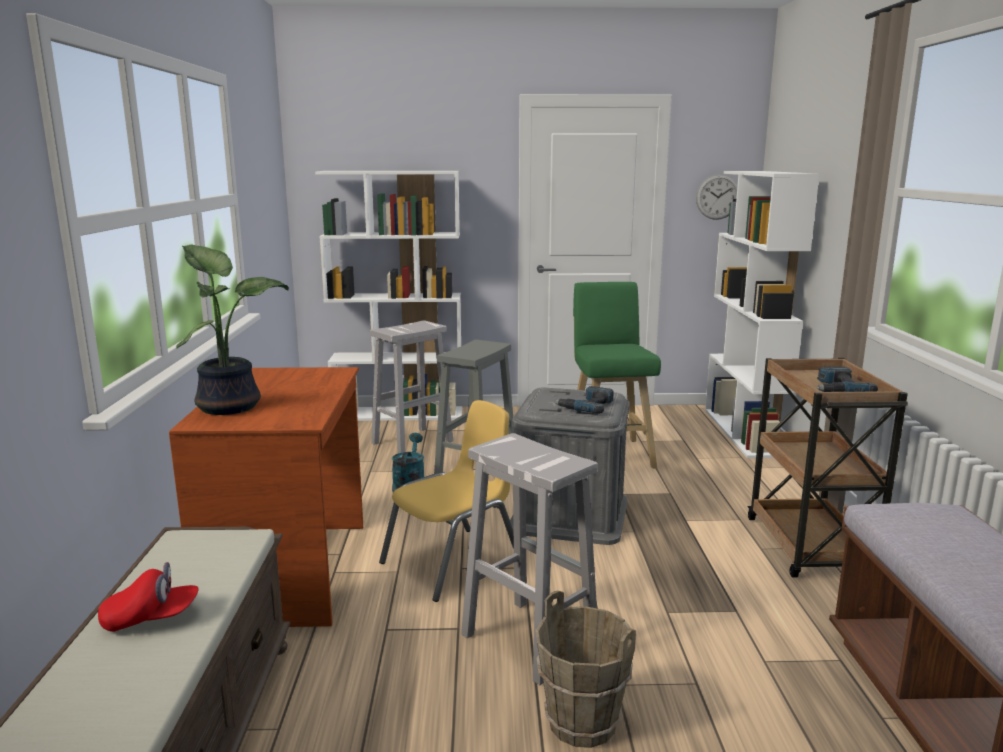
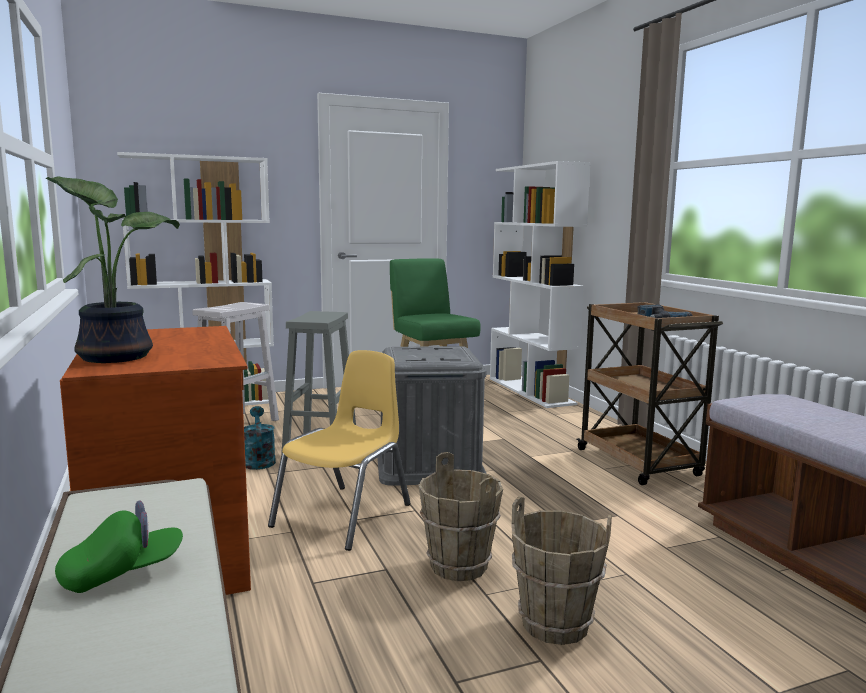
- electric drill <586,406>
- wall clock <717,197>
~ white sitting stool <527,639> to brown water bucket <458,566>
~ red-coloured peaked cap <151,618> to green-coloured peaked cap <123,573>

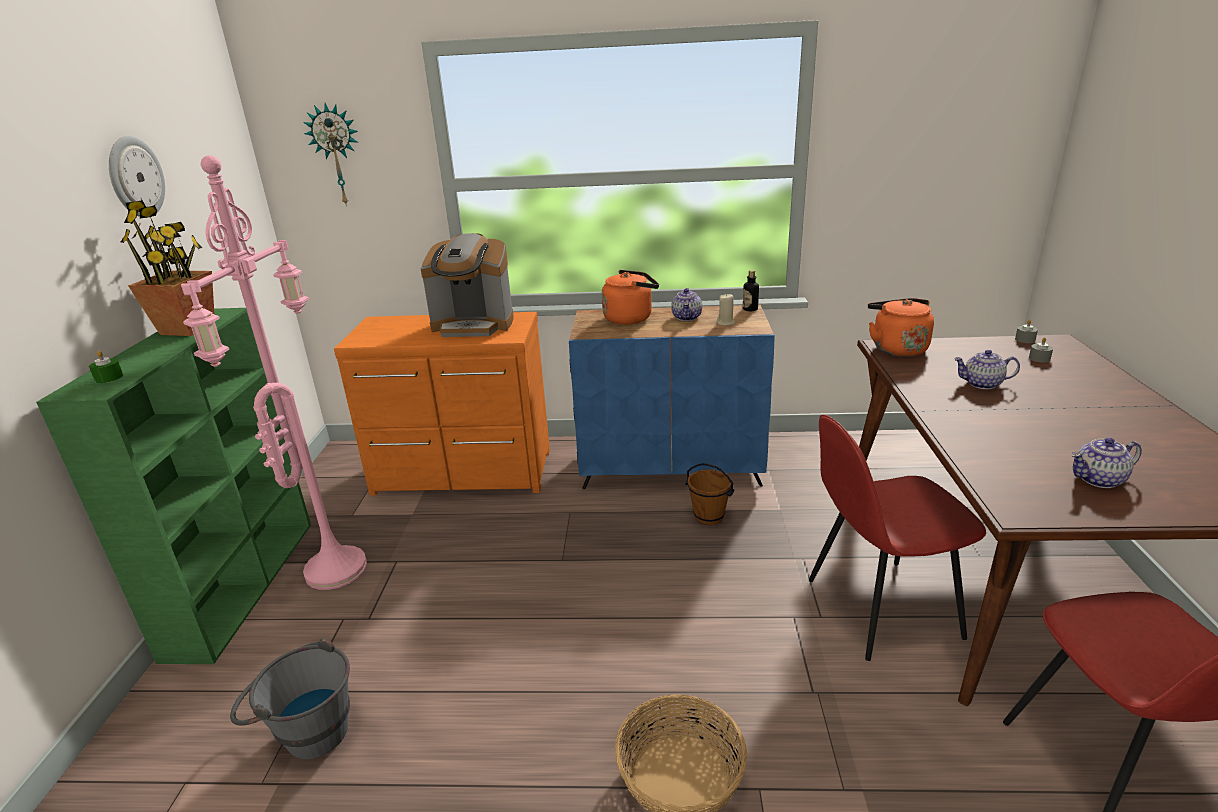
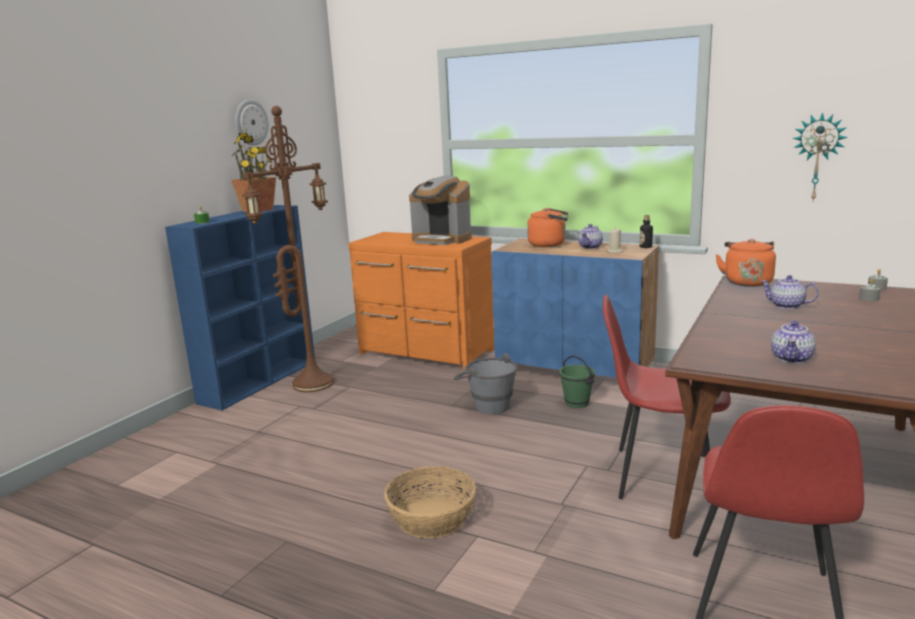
~ grey water bucket <306,730> to <486,405>
~ wall clock <337,155> to <817,157>
~ green-coloured bookshelf <243,584> to blue-coloured bookshelf <260,381>
~ pink standard lamp <333,567> to brown standard lamp <312,383>
~ brown water bucket <708,517> to green-coloured water bucket <576,403>
~ tea pot <1098,480> = <792,358> 75 degrees counterclockwise

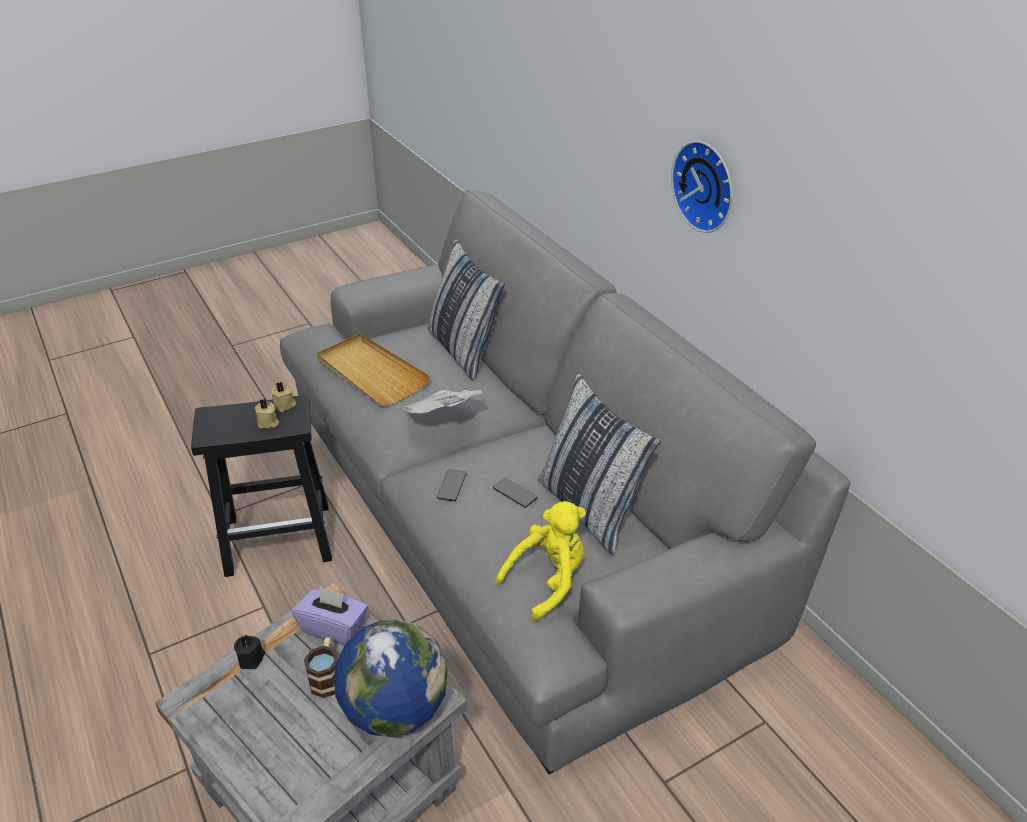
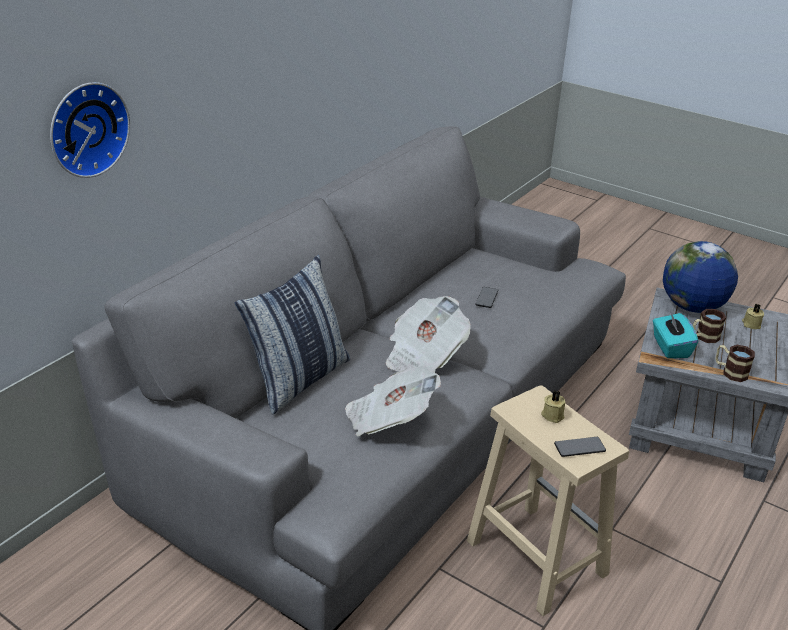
- yellow-coloured cuddly toy <548,580>
- cushion <589,508>
~ beige wax light <284,405> to <751,324>
~ telephone <452,486> to <579,447>
~ wall clock <706,185> to <86,128>
~ black wax light <252,658> to mug <730,372>
~ beige serving tray <371,373> to daily paper <389,419>
~ black sitting stool <280,538> to beige sitting stool <534,556>
~ purple-coloured box of tissues <334,627> to blue-green box of tissues <670,347>

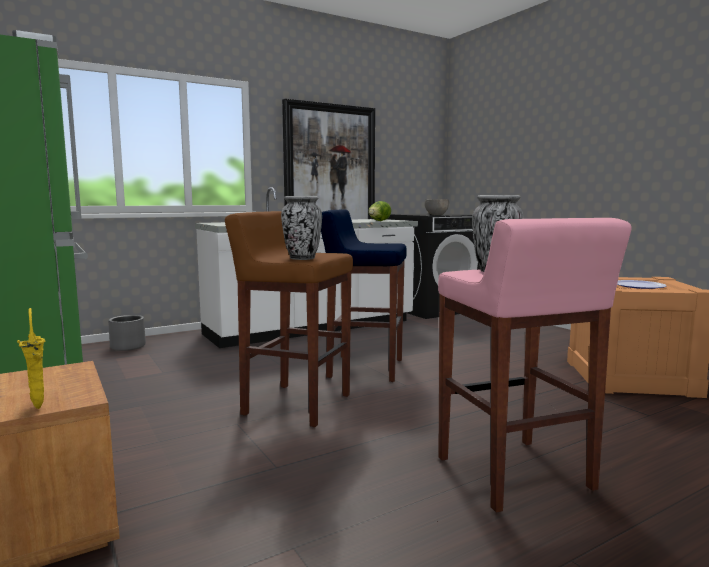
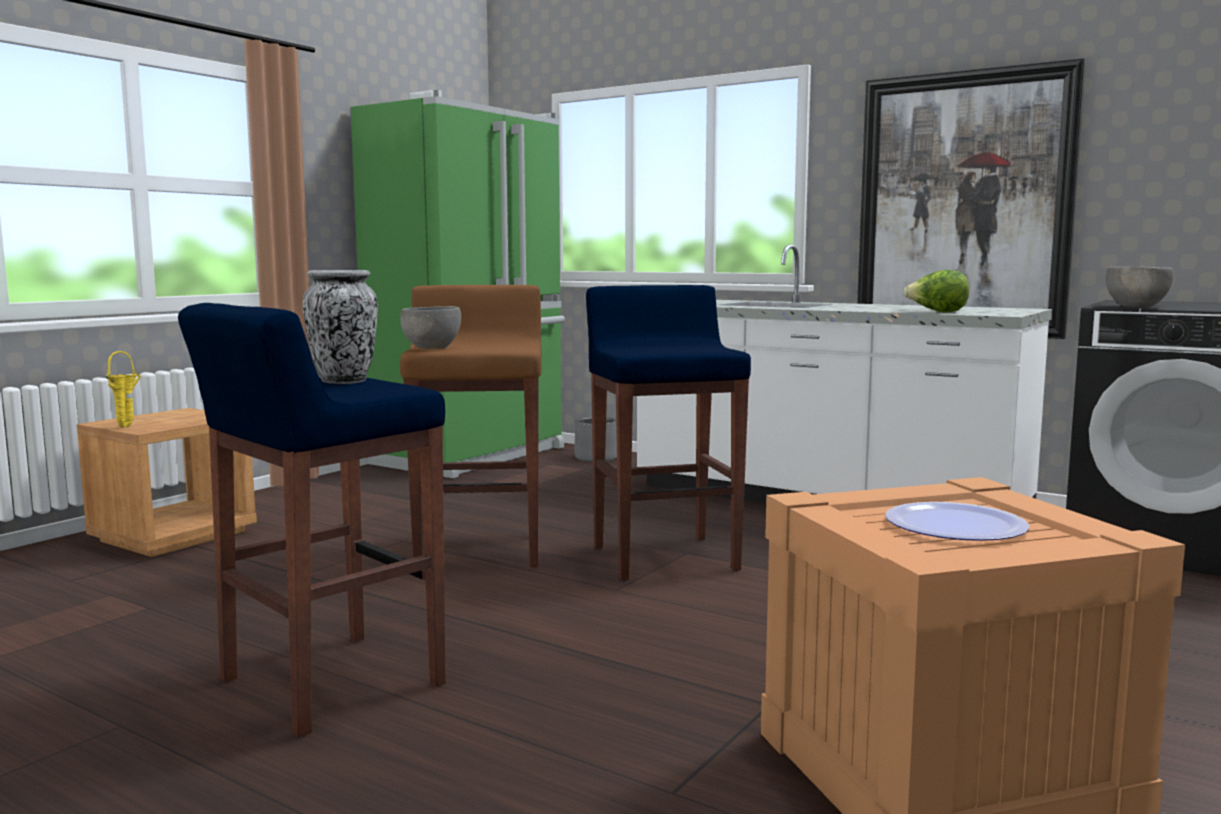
~ decorative vase <302,258> to grey serving bowl <431,348>
~ pink sitting stool <514,474> to blue-coloured sitting stool <328,683>

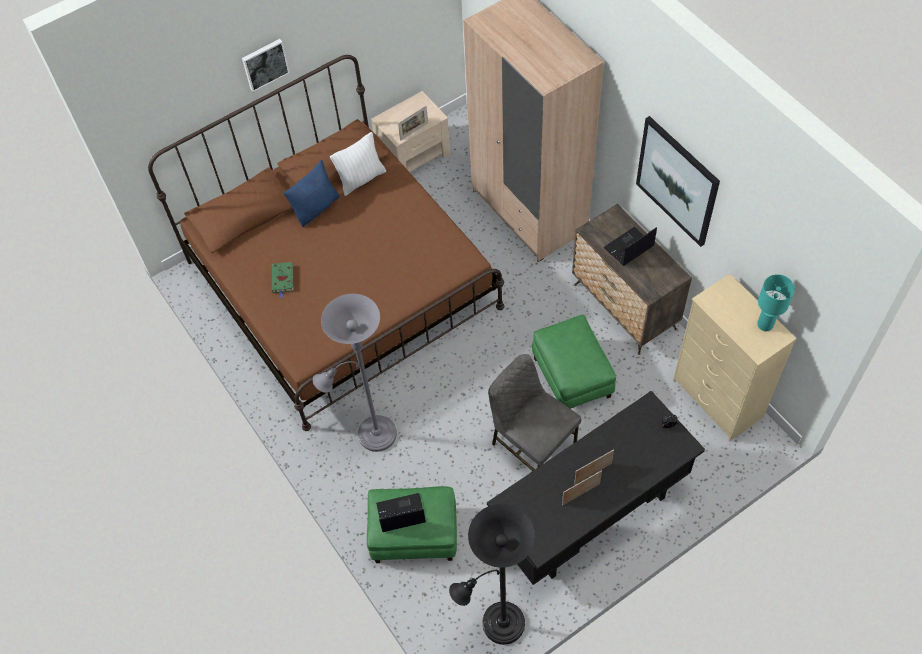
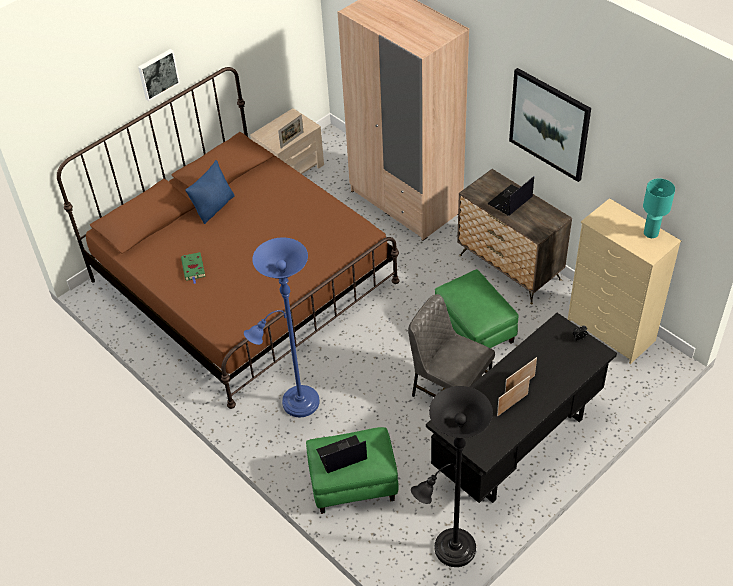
- white cushion <361,179>
~ grey standard lamp <372,436> to blue-coloured standard lamp <296,404>

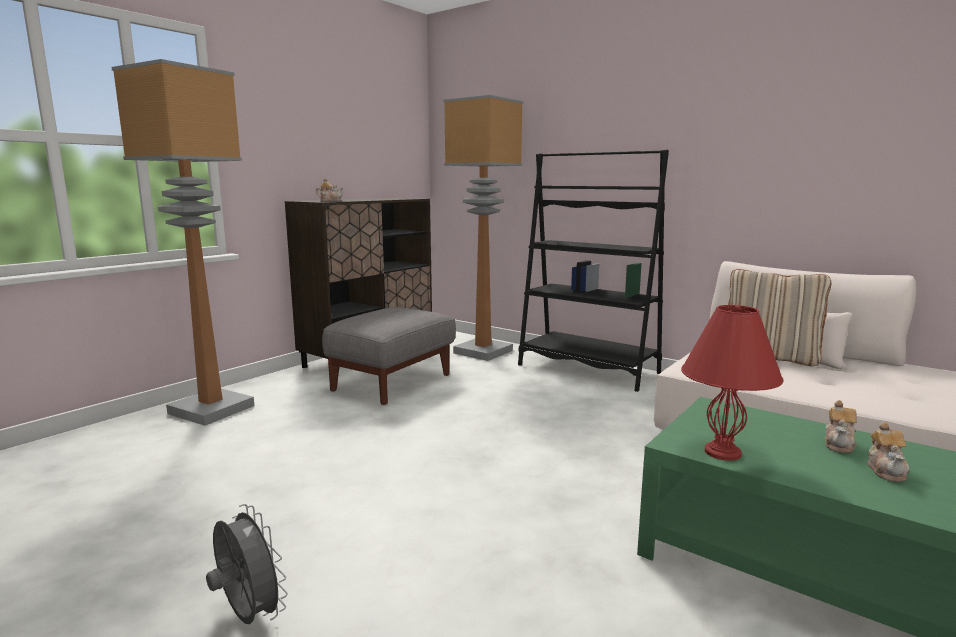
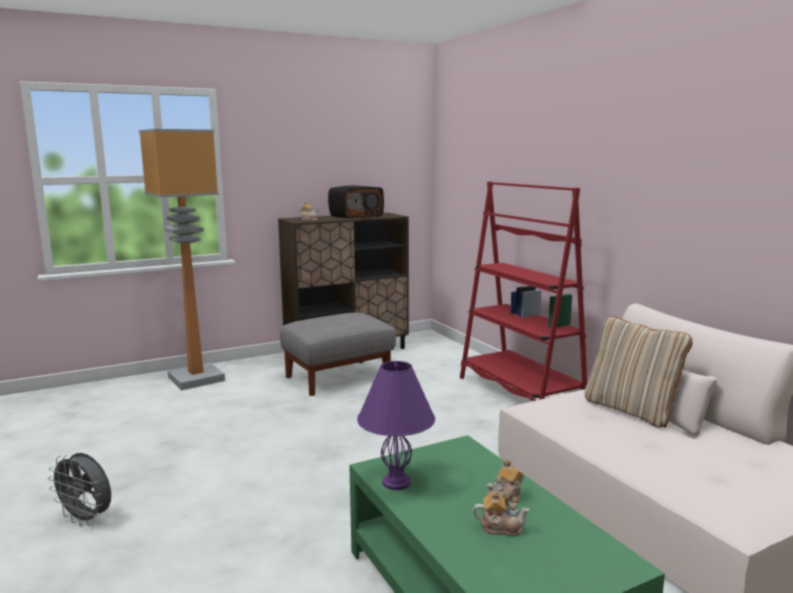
- standard lamp <481,352>
+ radio <356,216>
~ black bookshelf <588,369> to red-coloured bookshelf <520,392>
~ red-coloured tabletop lamp <722,452> to purple-coloured tabletop lamp <397,482>
~ grey cooling fan <248,616> = <87,519> 135 degrees clockwise
~ tea pot <886,470> = <500,527> 120 degrees counterclockwise

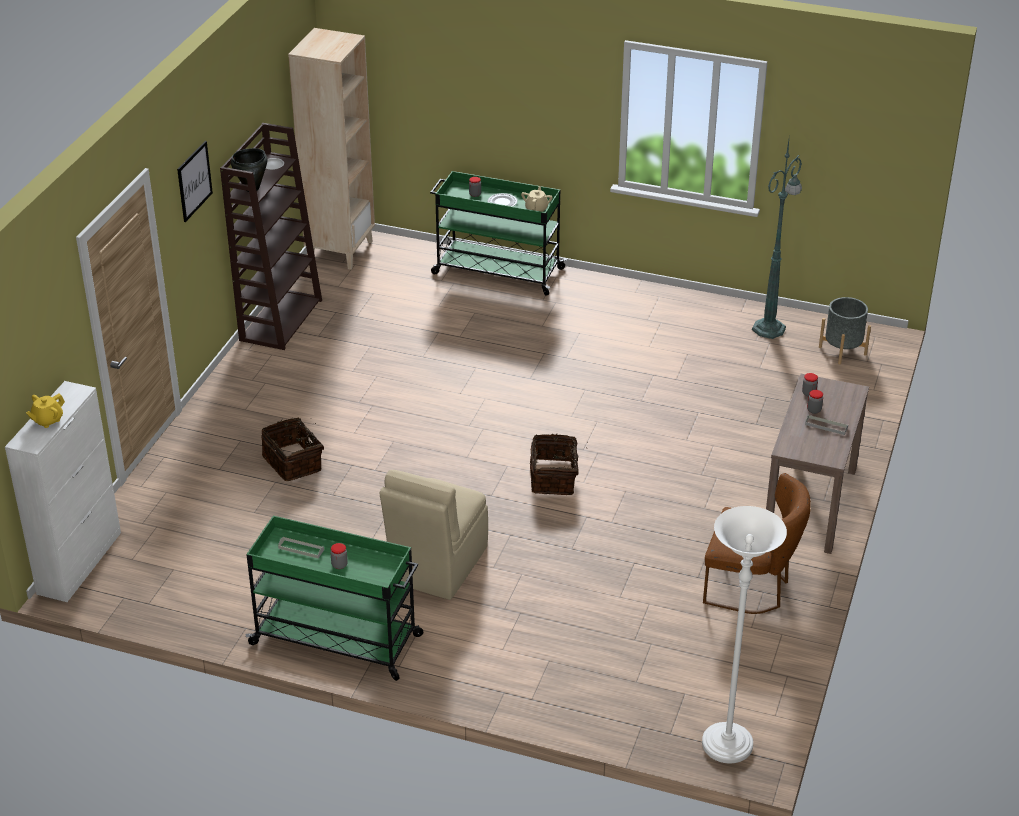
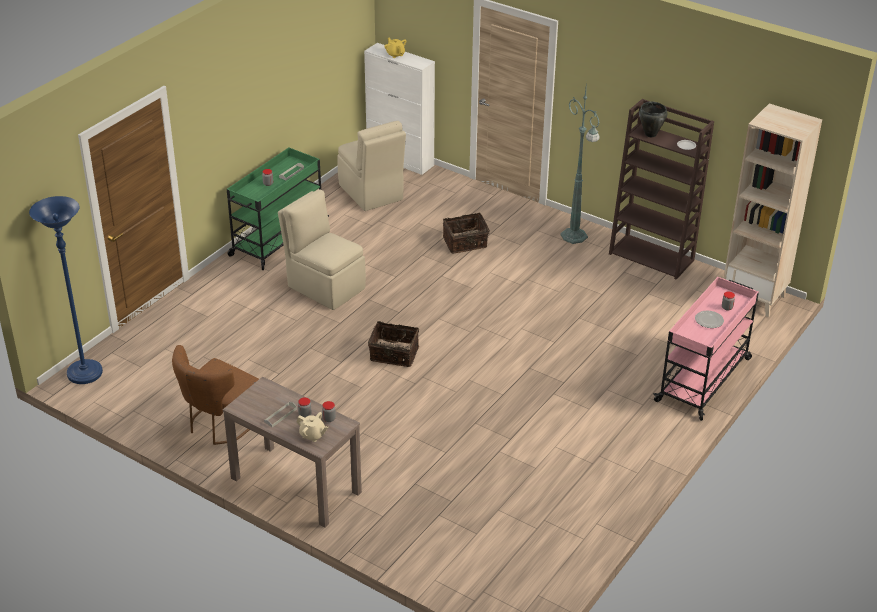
- wall art <194,181>
- grey planter <842,351>
+ beige chair <371,193>
~ beige tea pot <536,209> to <312,435>
~ green-coloured standard lamp <770,328> to <575,237>
~ green-coloured trolley <496,271> to pink trolley <704,379>
~ white standard lamp <727,745> to blue-coloured standard lamp <84,374>

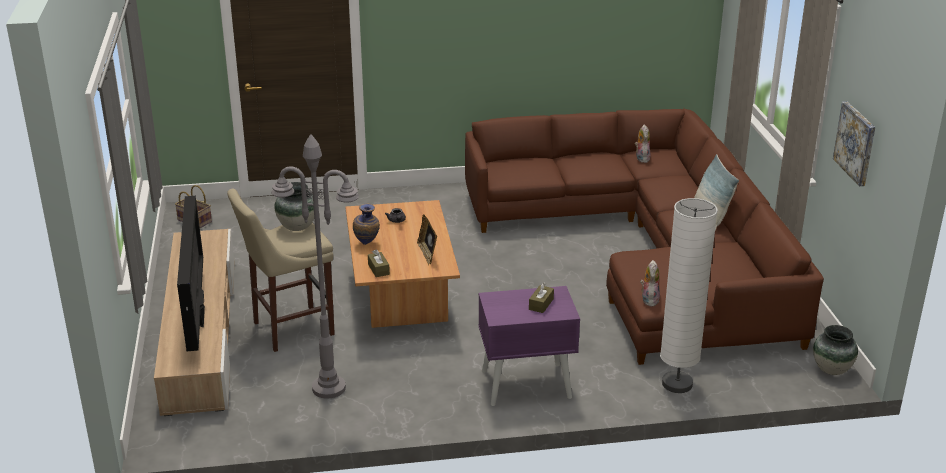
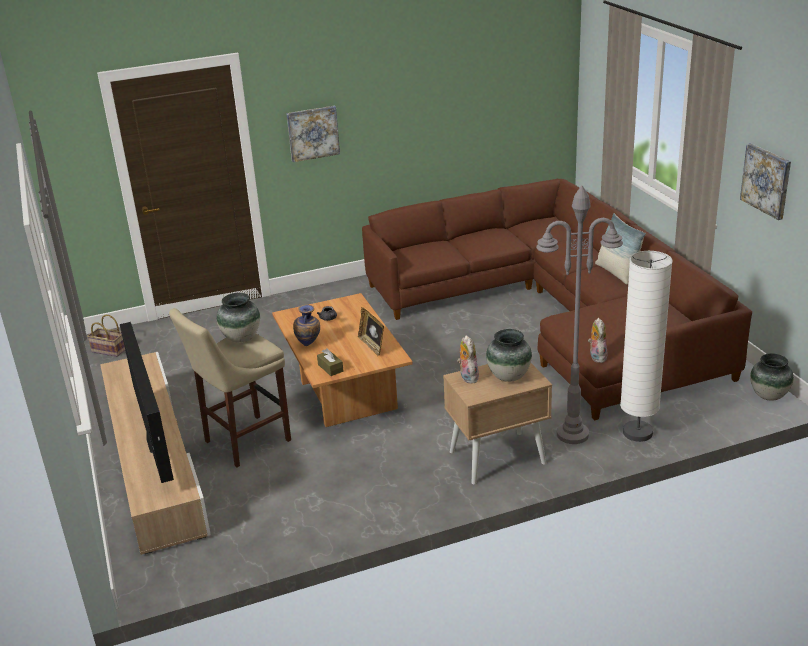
+ wall art <313,133>
~ grey standard lamp <328,388> to <572,434>
~ cuddly toy <641,158> to <467,377>
~ brown box of tissues <541,304> to decorative vase <508,376>
~ purple-coloured bedside table <525,384> to beige bedside table <496,457>

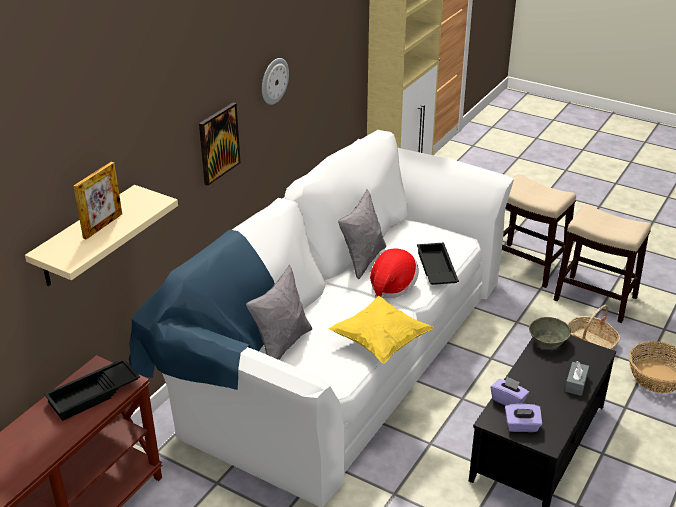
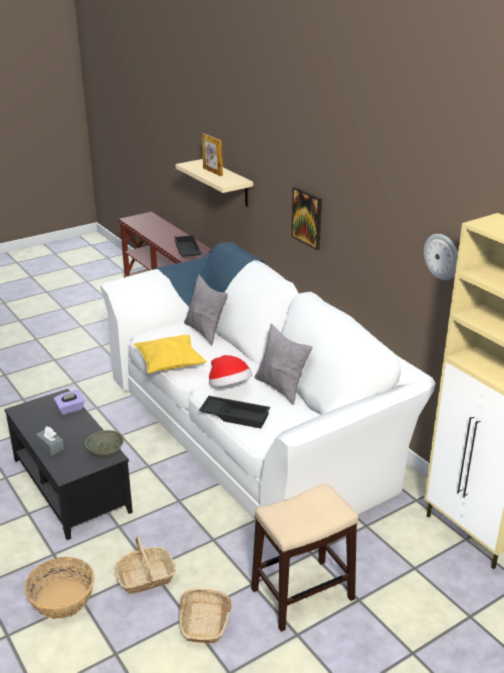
- purple-coloured box of tissues <521,426>
~ wall clock <274,81> to <442,256>
~ sitting stool <596,299> to household basket <205,623>

